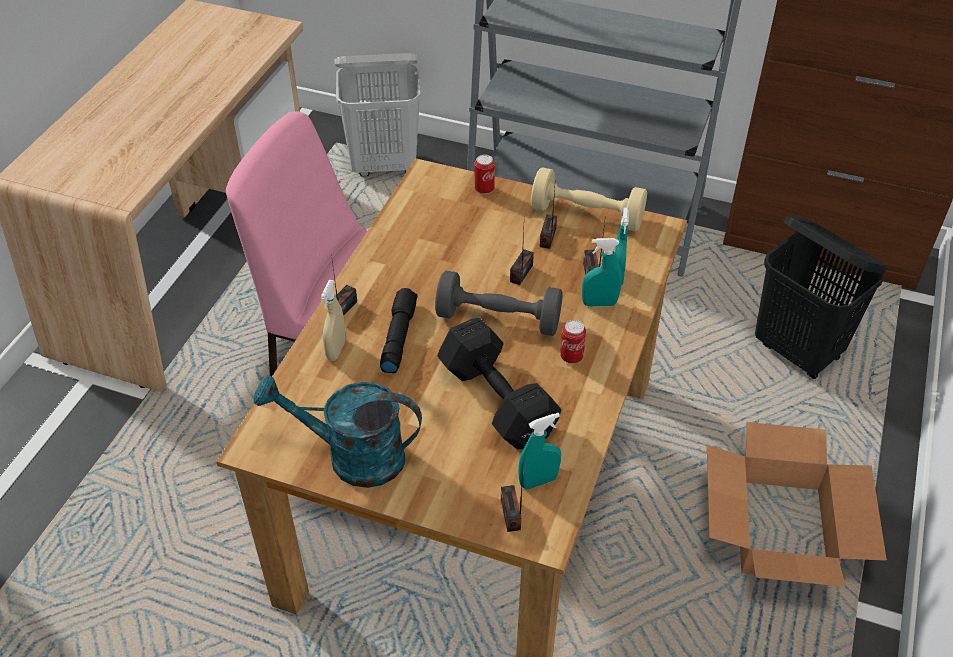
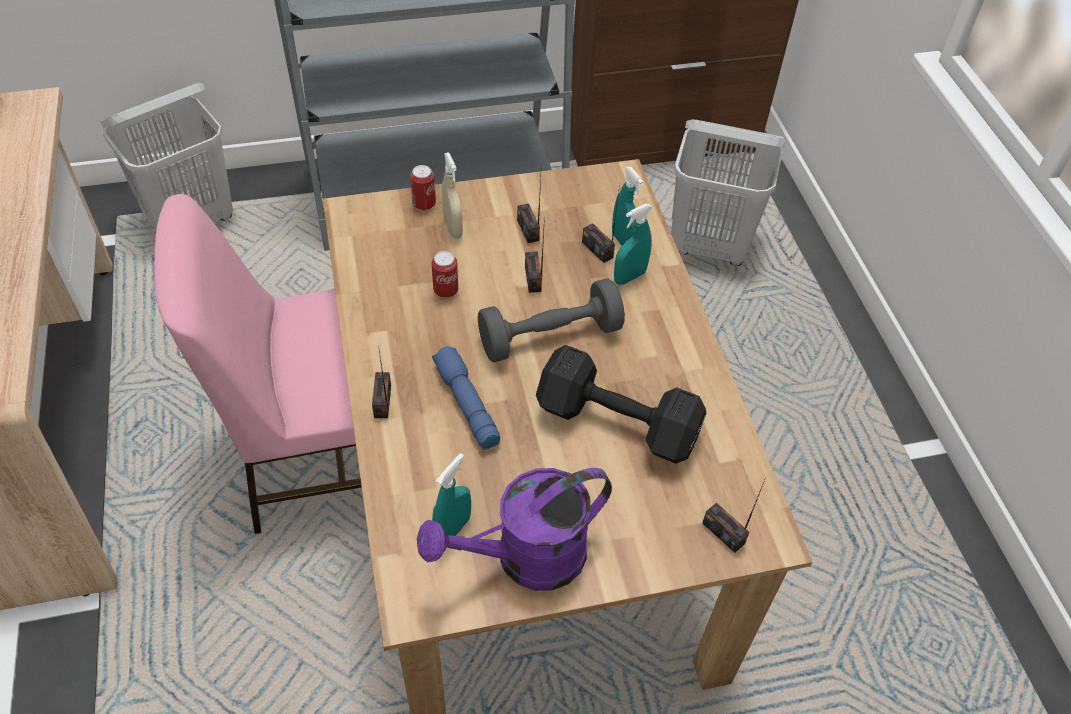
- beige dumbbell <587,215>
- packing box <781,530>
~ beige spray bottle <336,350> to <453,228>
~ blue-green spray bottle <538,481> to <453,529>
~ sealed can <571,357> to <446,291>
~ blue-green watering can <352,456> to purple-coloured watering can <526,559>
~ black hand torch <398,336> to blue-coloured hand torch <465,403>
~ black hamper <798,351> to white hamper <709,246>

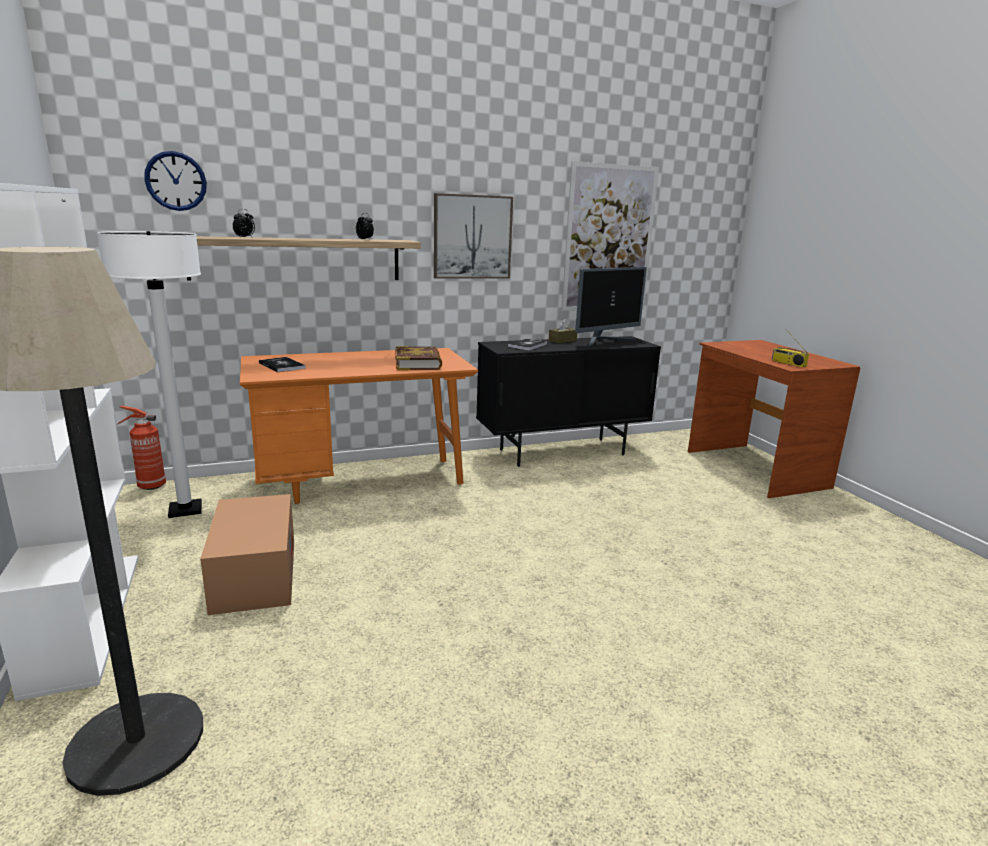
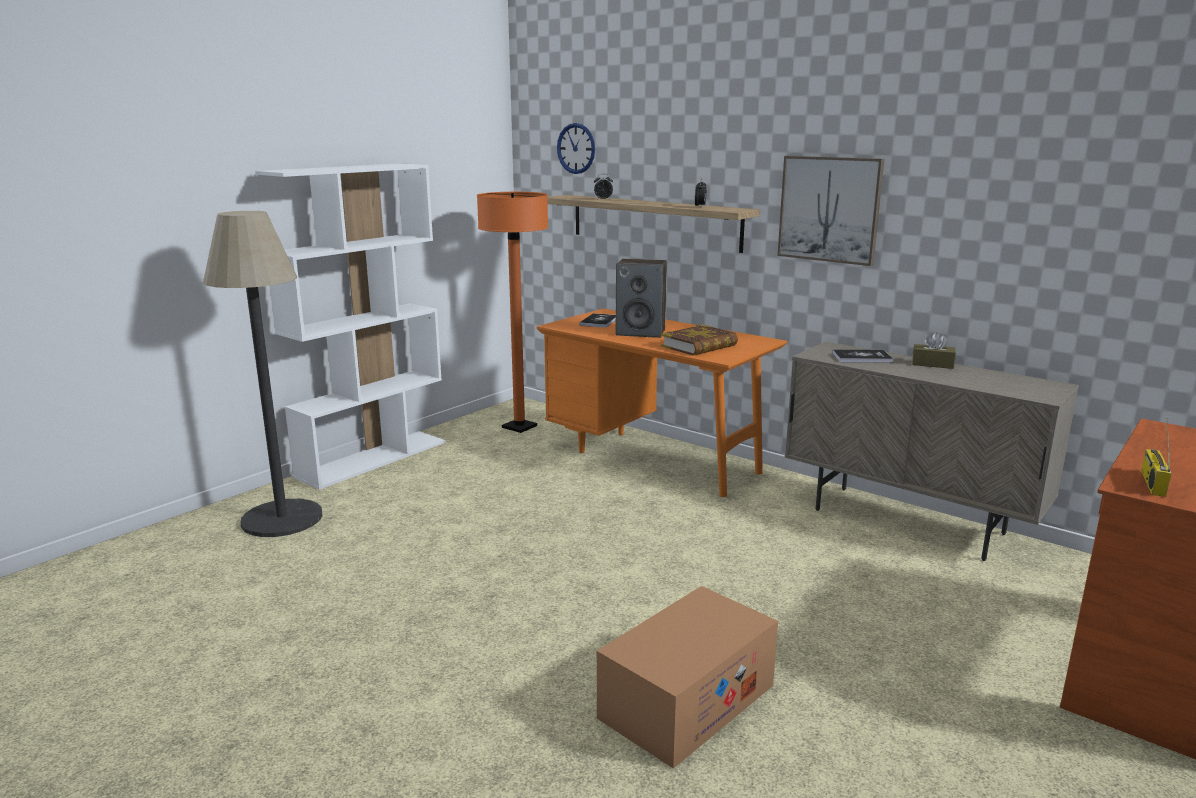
- extinguisher <150,486>
- wall art <609,239>
- computer display <605,341>
+ loudspeaker <641,332>
~ packing box <255,574> to <687,701>
~ white standard lamp <185,510> to orange-coloured standard lamp <519,427>
~ black storage cabinet <562,452> to beige storage cabinet <908,522>

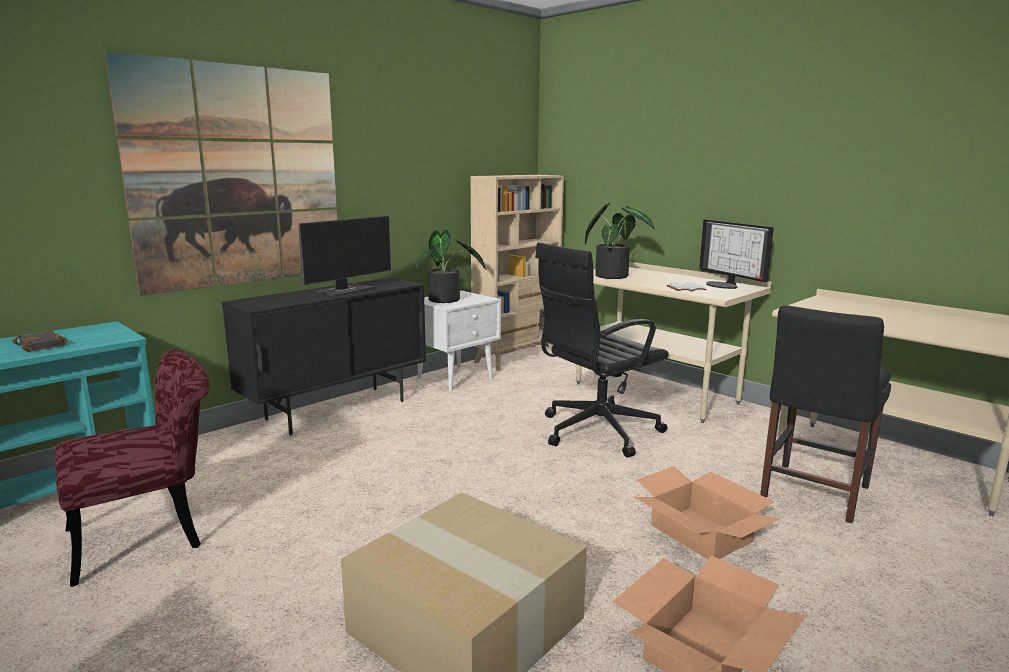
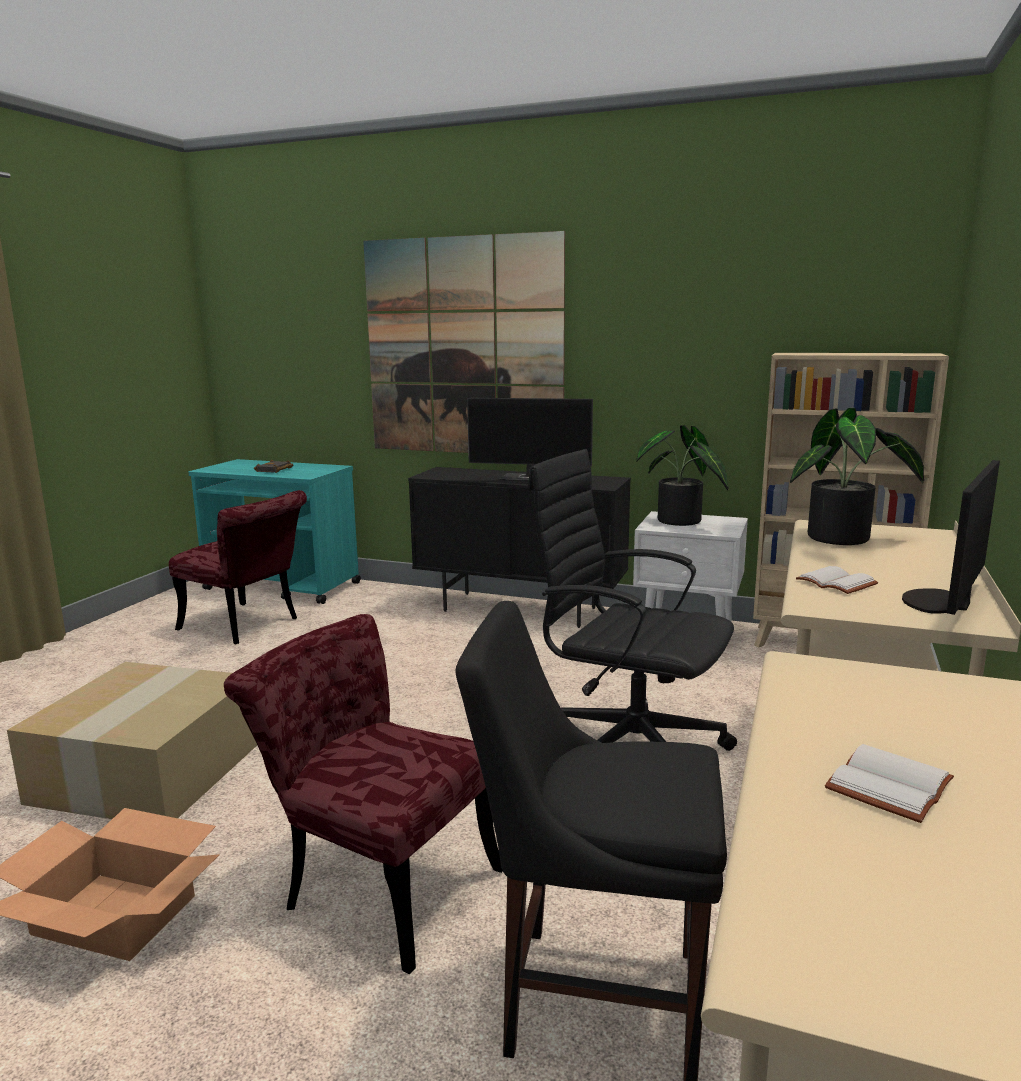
+ white bound book <891,787>
~ packing box <700,533> to red-coloured chair <377,883>

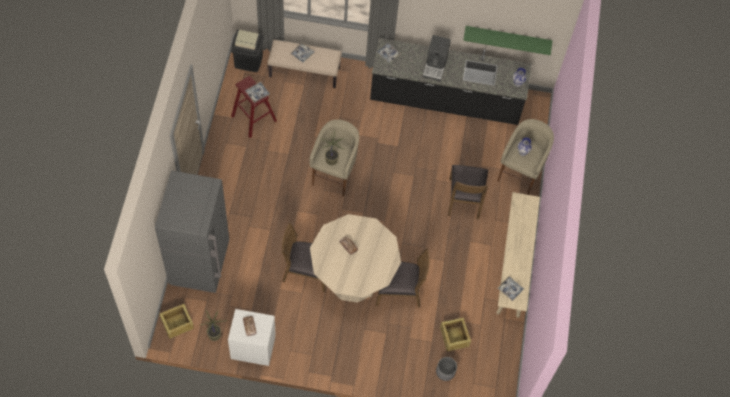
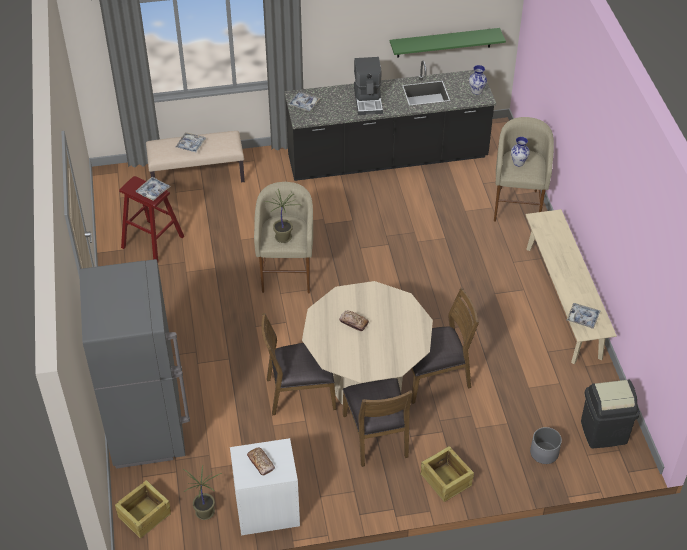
~ black waste bin <248,61> to <603,432>
~ crate <454,337> to <446,480>
~ brown chair <464,199> to <377,435>

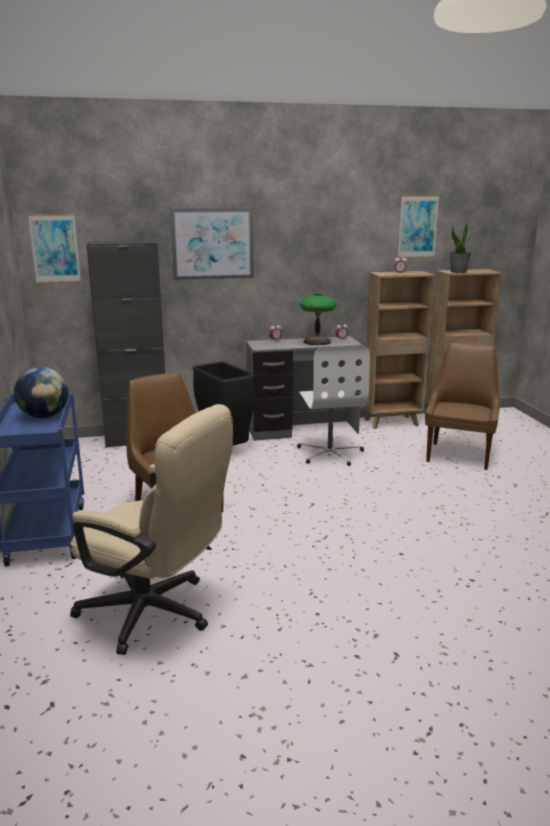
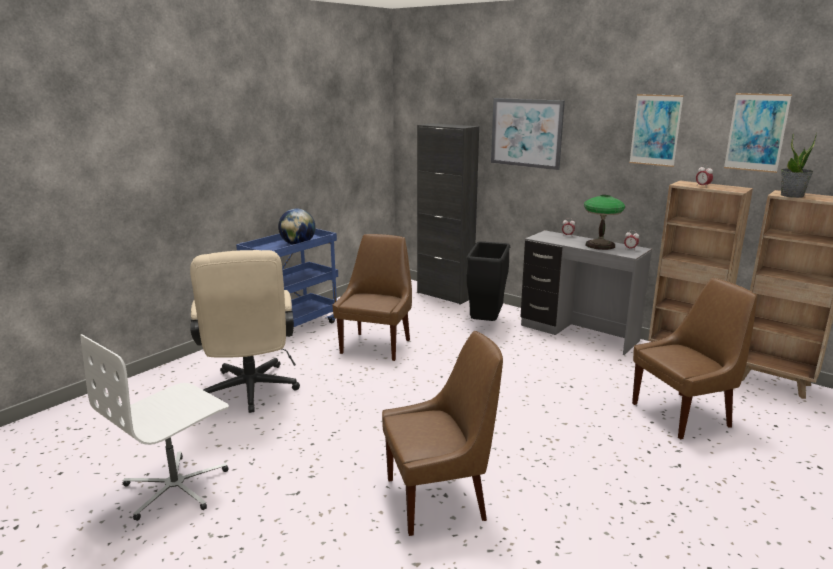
+ brown chair <439,498>
~ wall art <55,248> to <655,130>
~ white desk chair <330,453> to <176,487>

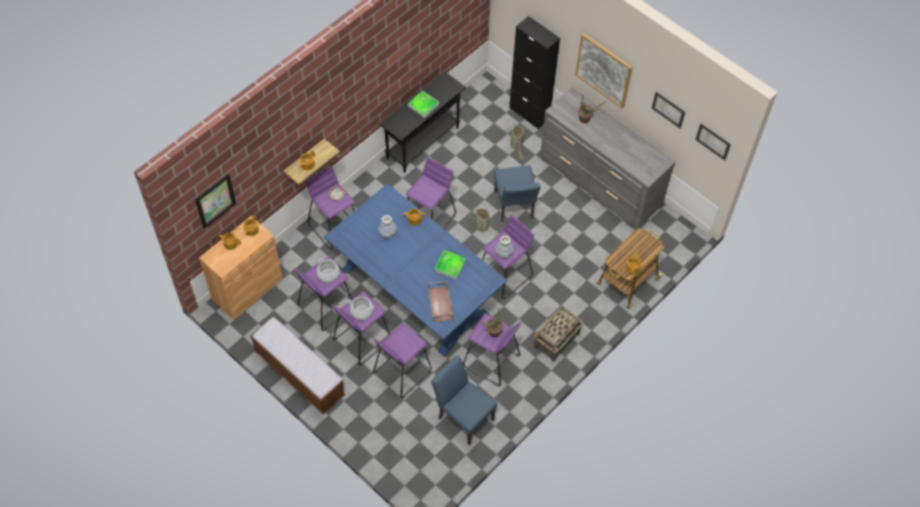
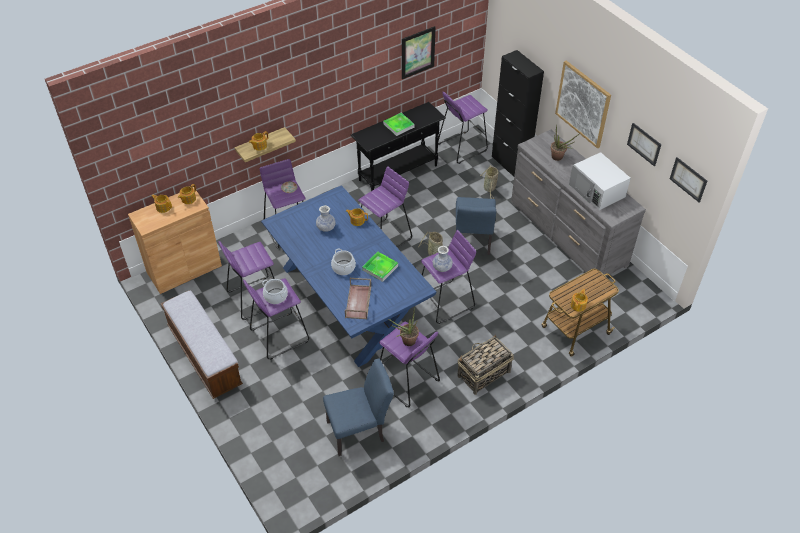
+ white microwave <597,190>
~ wall art <215,201> to <417,52>
~ stockpot <328,274> to <343,268>
~ purple-coloured sitting stool <401,372> to <461,147>
~ blue-coloured chair <462,416> = <360,430> 105 degrees clockwise

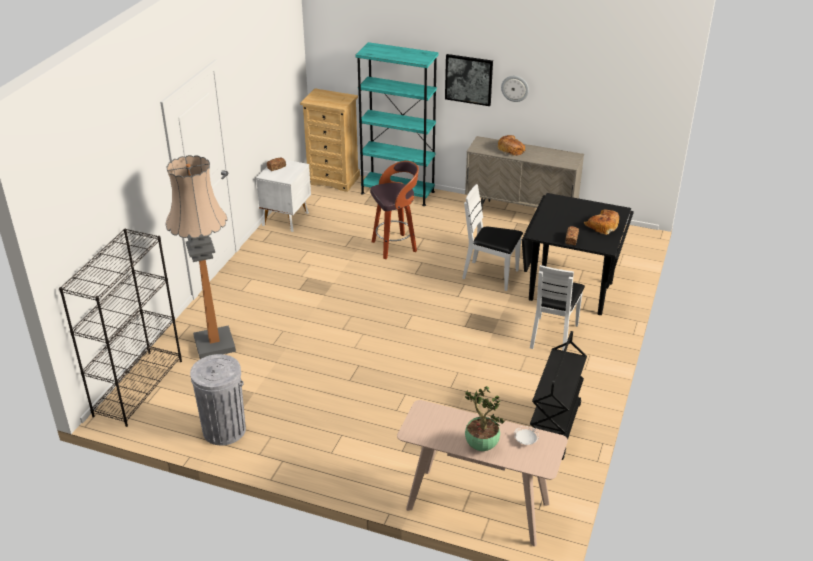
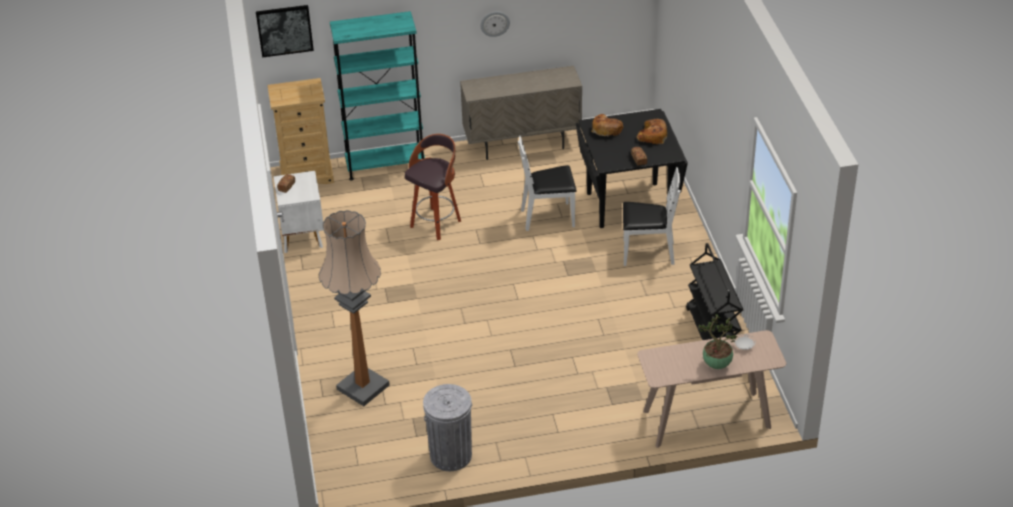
- black bookshelf <138,387>
~ wall art <469,79> to <284,30>
~ bread <511,149> to <606,129>
~ white chair <553,336> = <647,253> 75 degrees counterclockwise

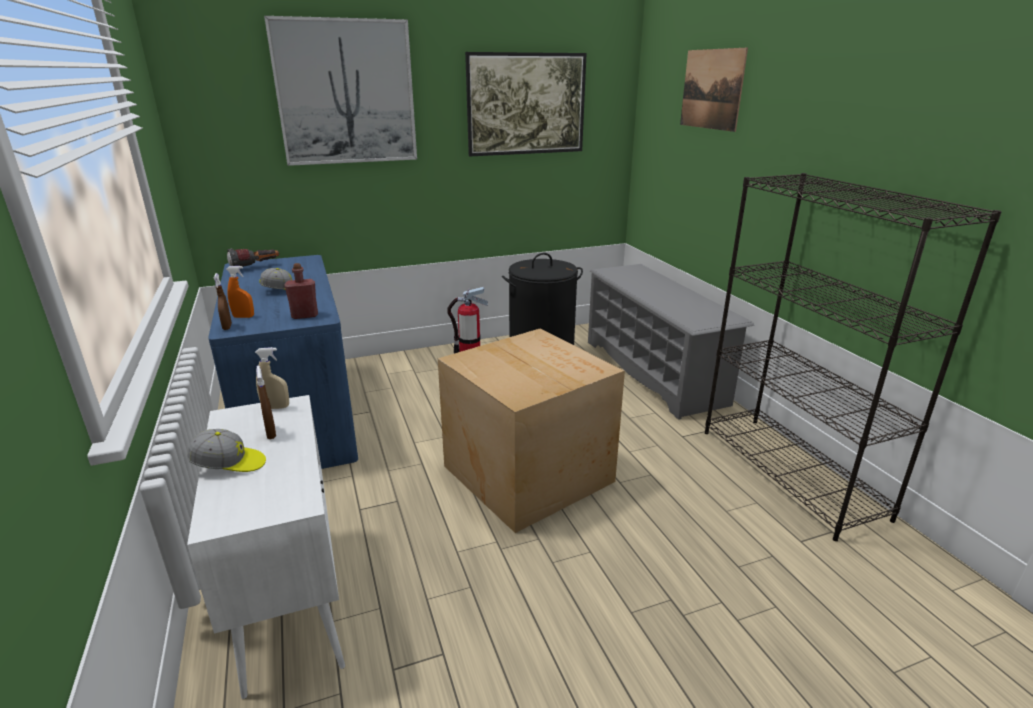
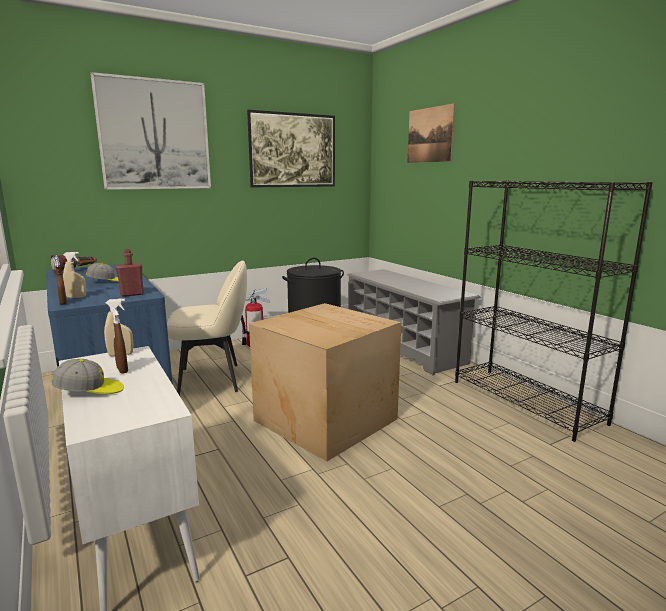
+ beige chair <212,379>
~ orange-coloured spray bottle <243,317> to beige spray bottle <76,297>

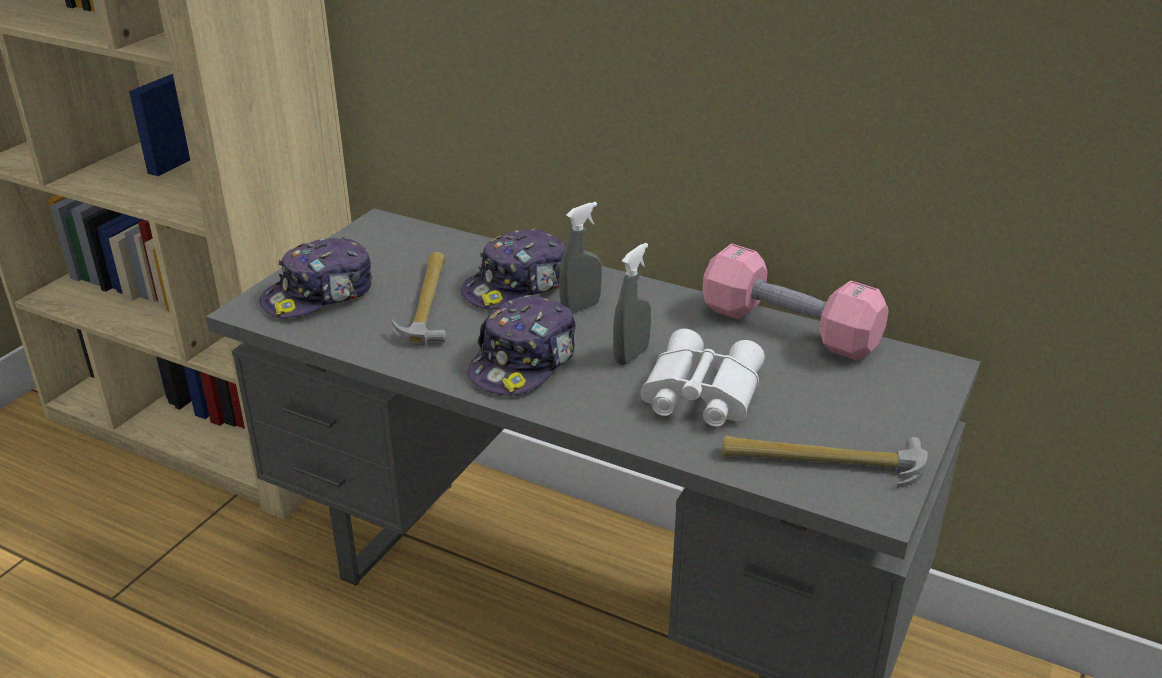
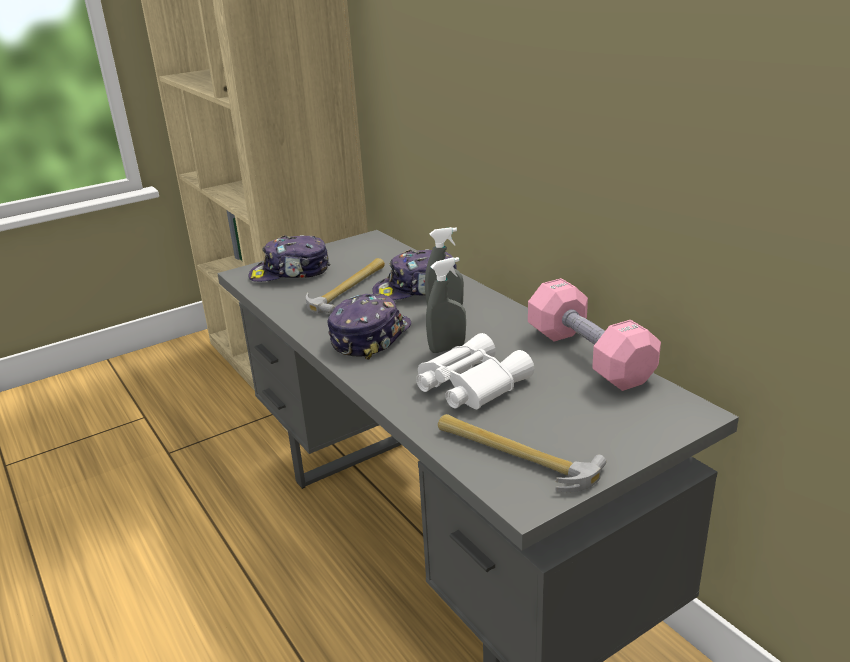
~ peaked cap <524,362> = <370,337> 150 degrees clockwise

